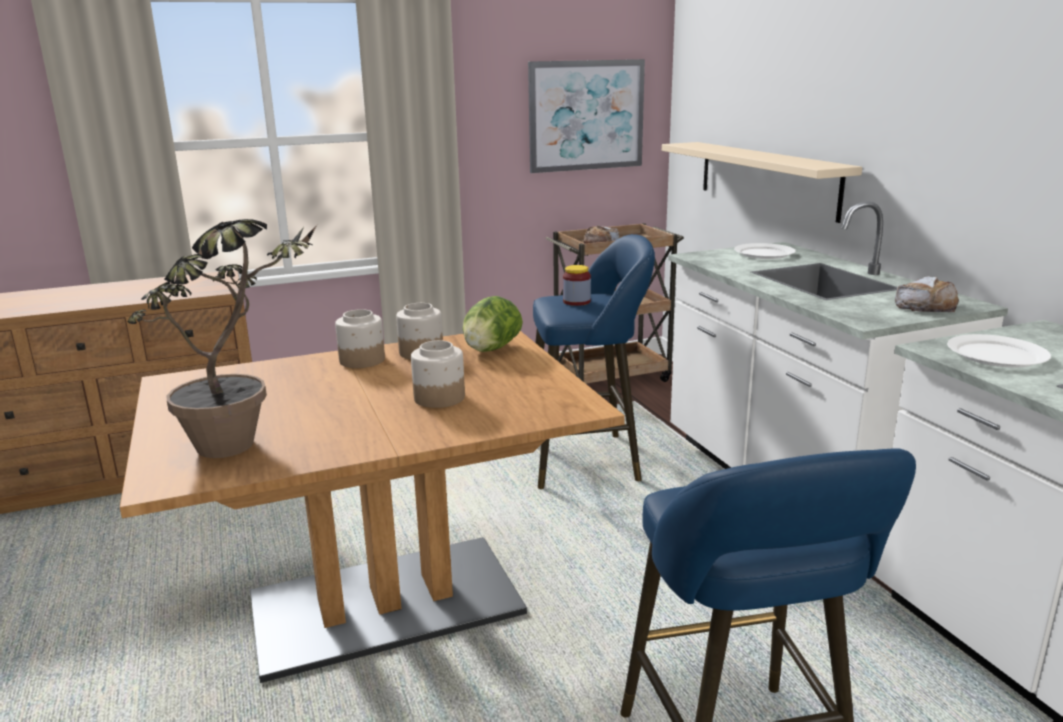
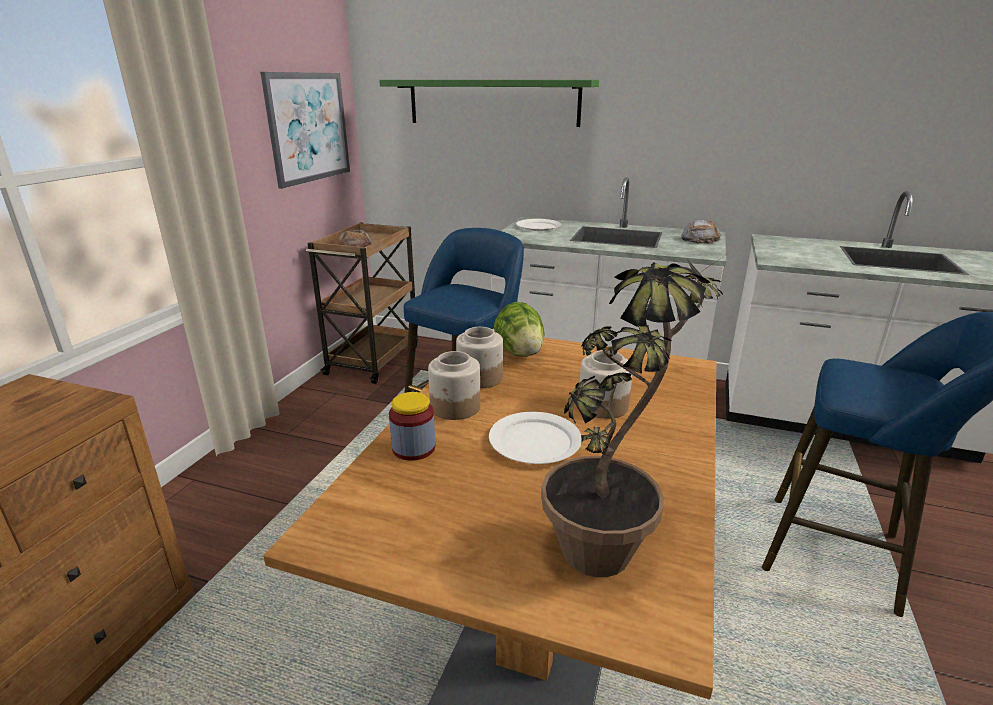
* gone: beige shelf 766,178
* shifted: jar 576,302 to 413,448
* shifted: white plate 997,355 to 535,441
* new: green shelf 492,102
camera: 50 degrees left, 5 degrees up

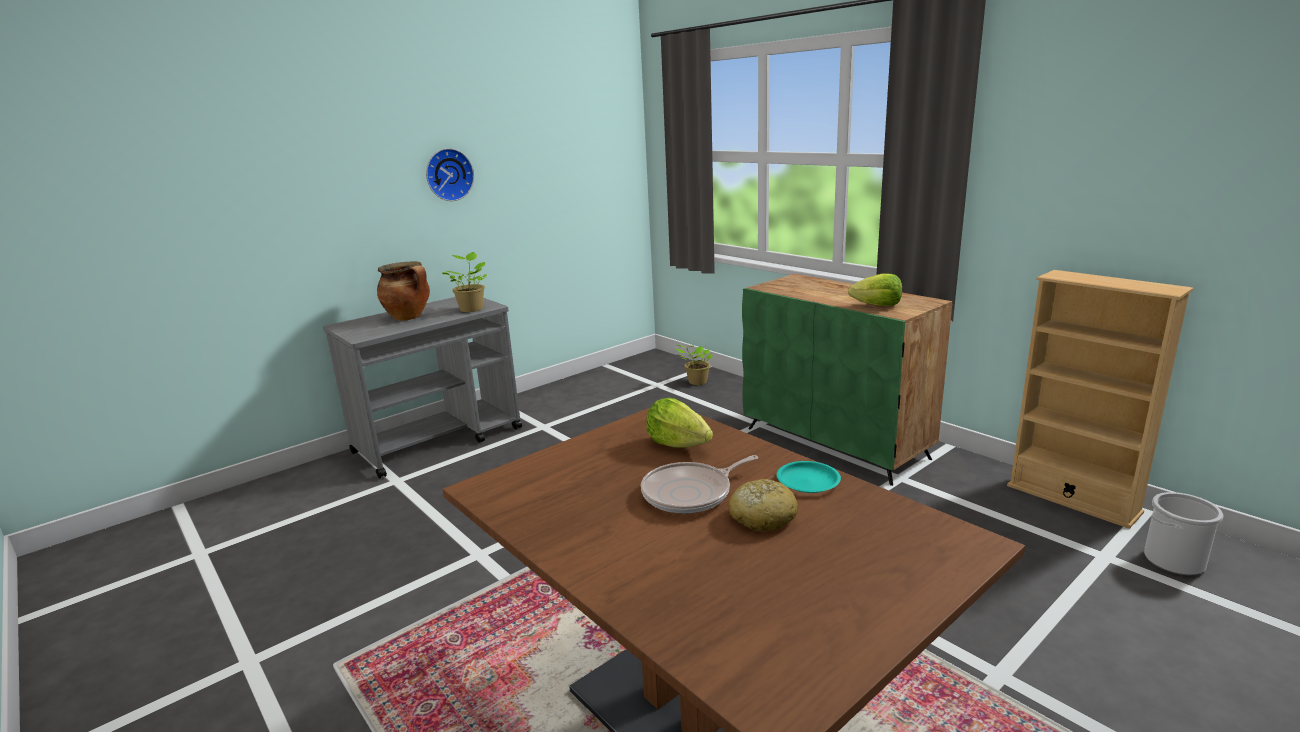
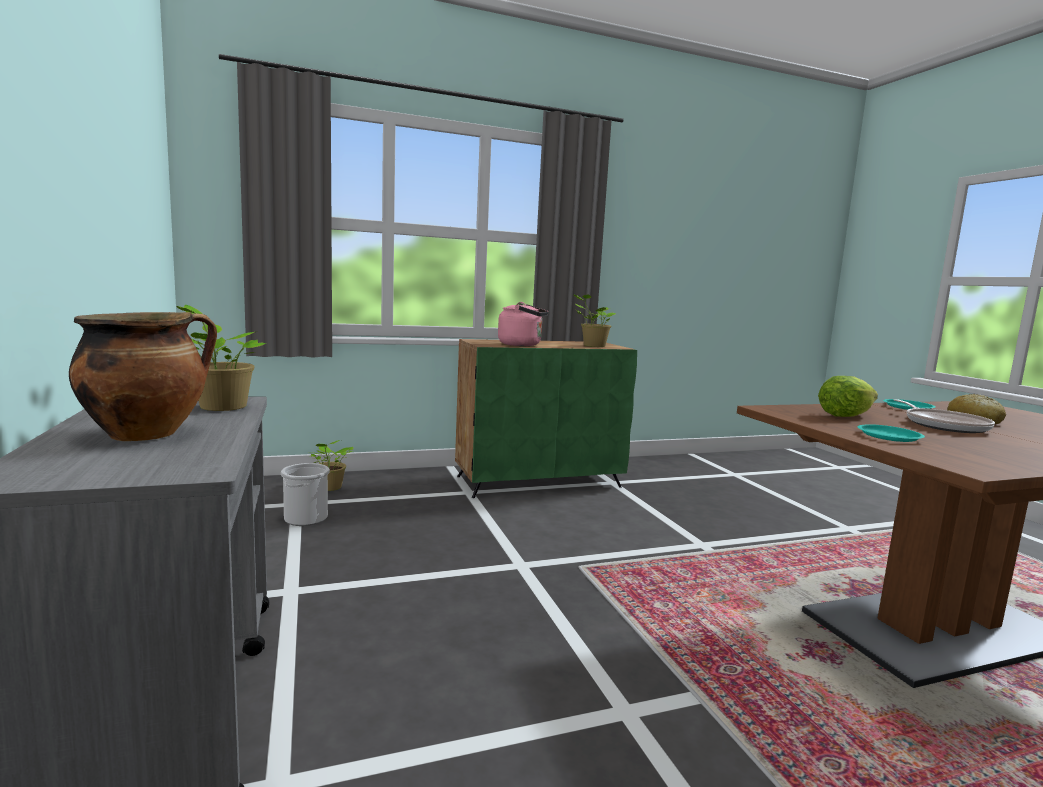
* gone: wall clock 448,174
* gone: beige bookcase 1072,499
* swapped: lettuce 877,305 to potted plant 592,346
* shifted: bucket 1173,561 to 306,518
* new: pink kettle 522,345
* new: turquoise plate 890,437
camera: 70 degrees left, 10 degrees down

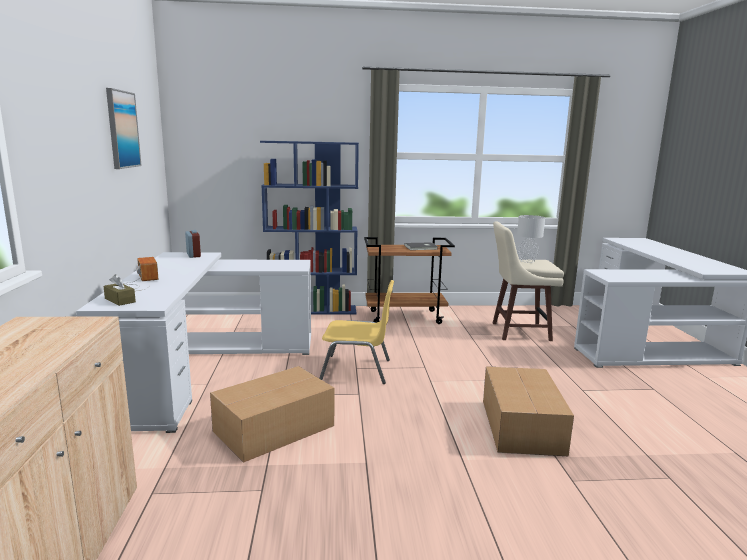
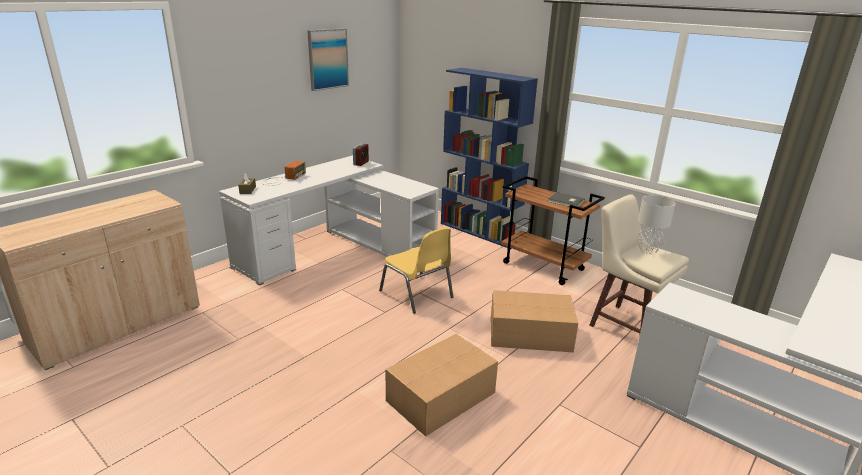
* shifted: cardboard box 276,428 to 531,334
camera: 45 degrees right, 10 degrees up

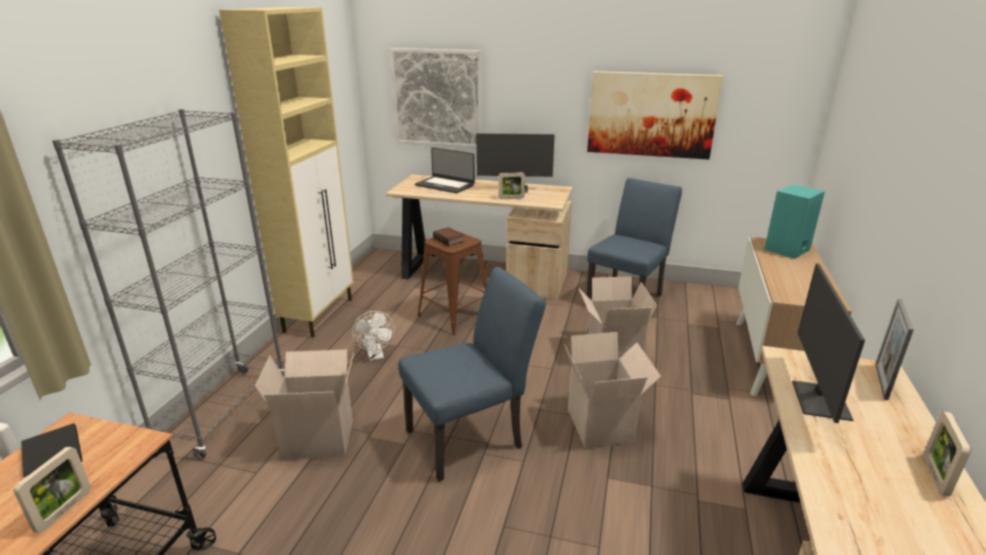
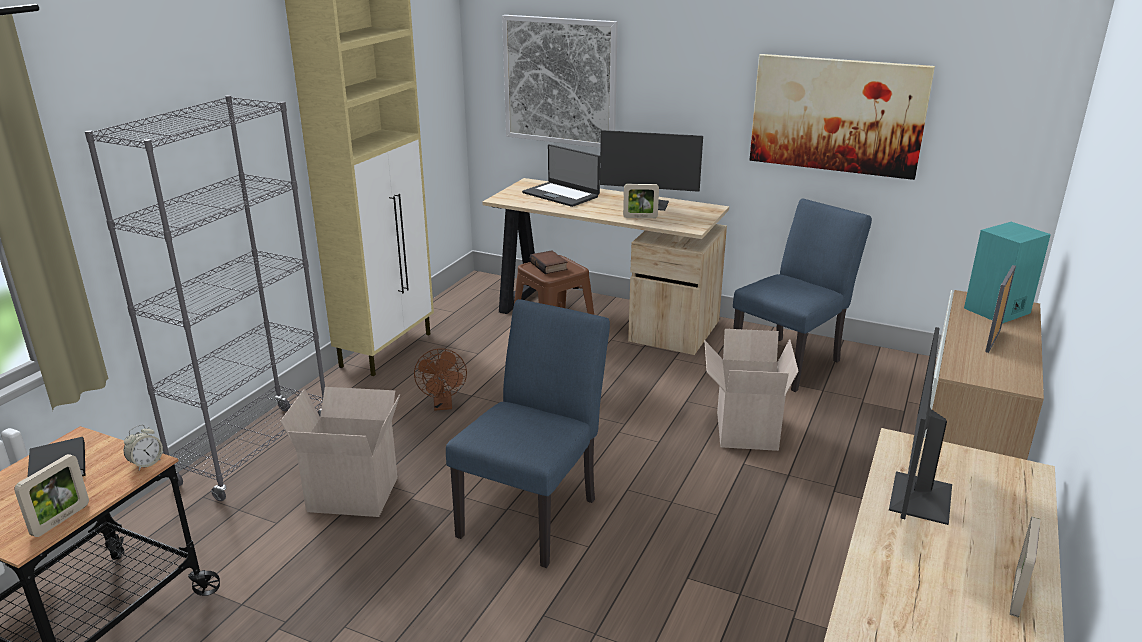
* rotated: blue chair 472,436 = 534,512 45 degrees counterclockwise
* shifted: picture frame 881,381 to 992,341
* repainted: white fan 376,356 to brown fan 443,405
* gone: cardboard box 602,425
* new: alarm clock 146,463
camera: 10 degrees right, 0 degrees up

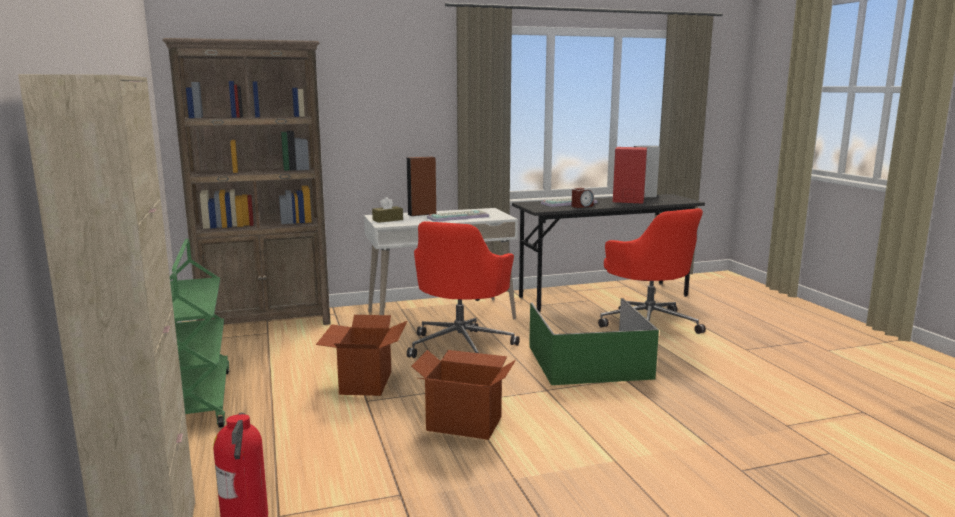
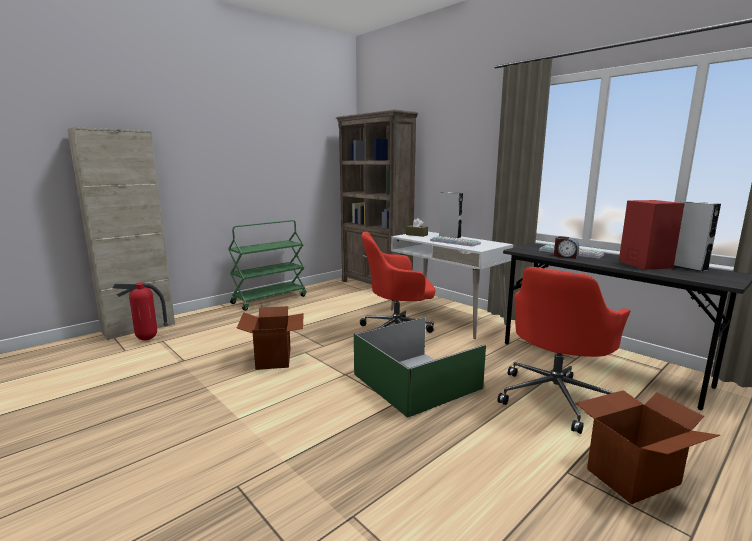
* repainted: brown speaker 422,214 to grey speaker 449,236
* shifted: cardboard box 365,383 to 631,476
camera: 65 degrees right, 0 degrees up

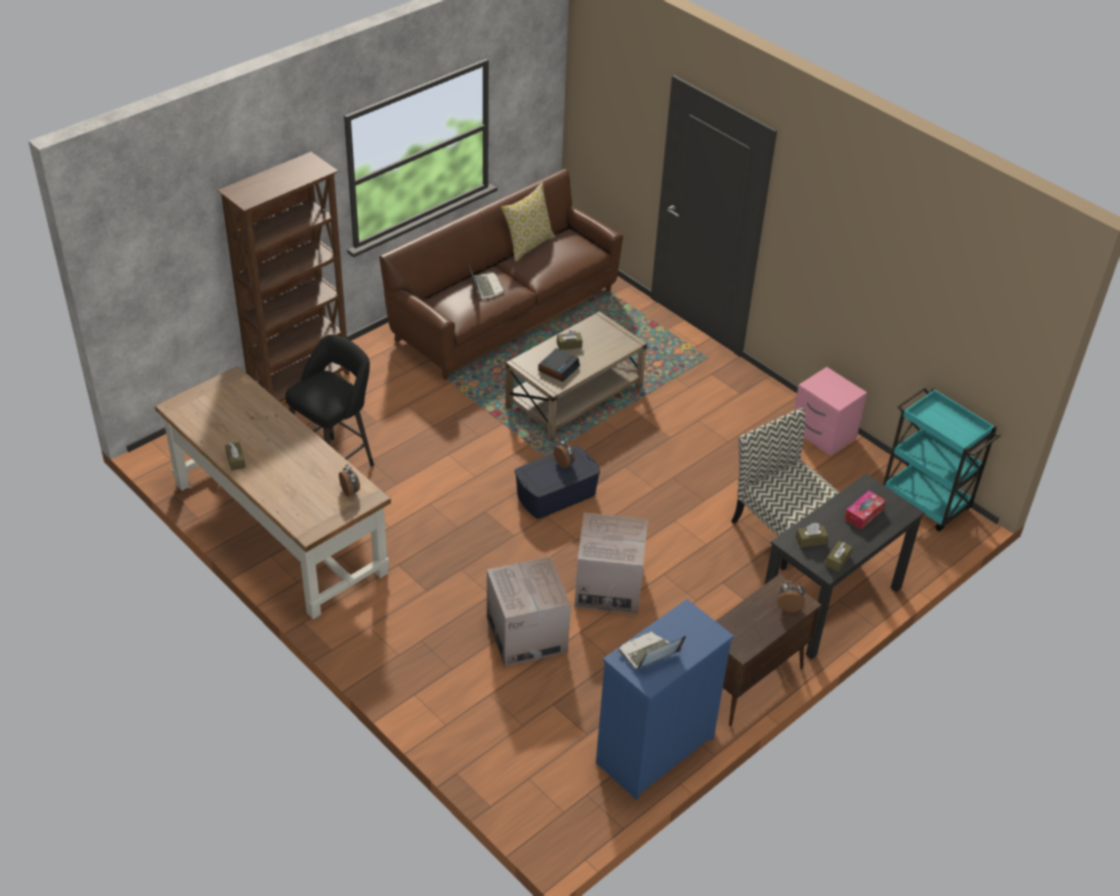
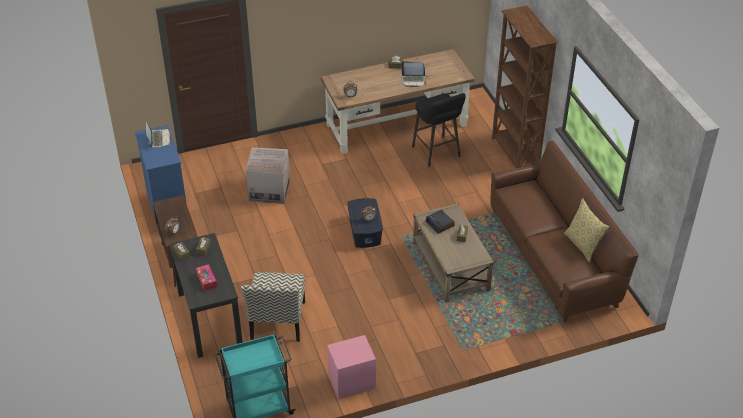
* shifted: laptop 485,287 to 413,80
* rotated: chair 782,530 = 278,321 105 degrees clockwise
* gone: cardboard box 608,587
camera: 115 degrees right, 0 degrees up

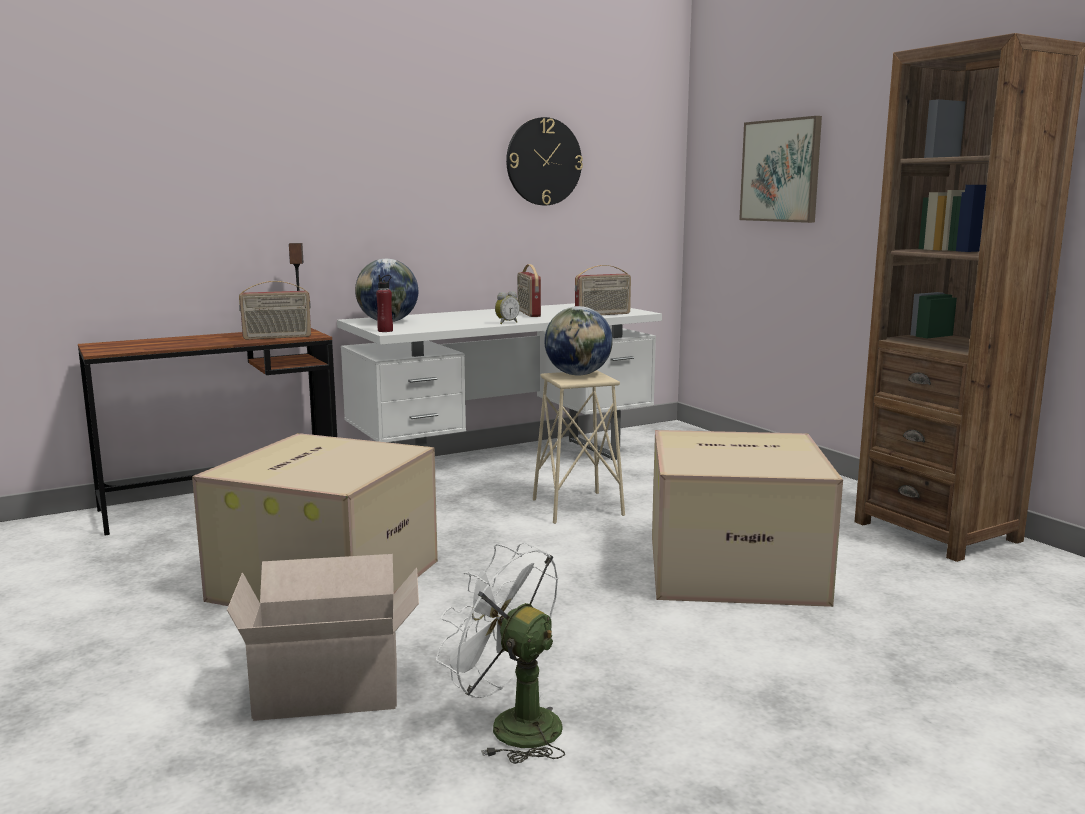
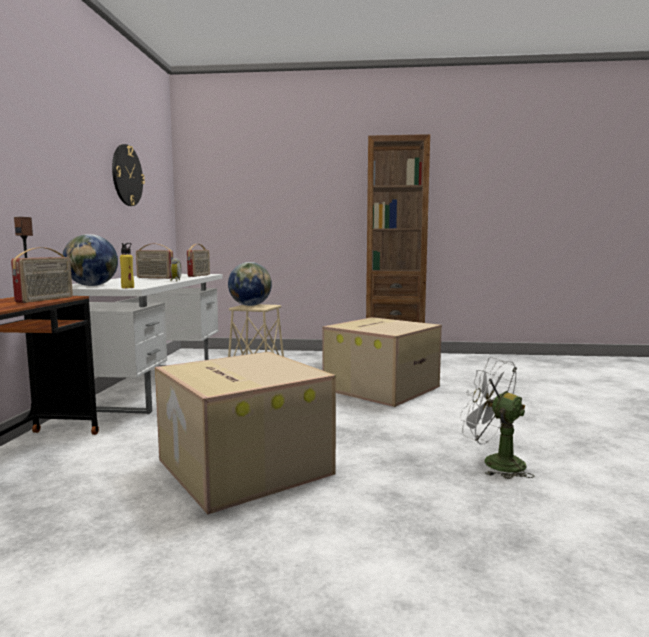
* gone: picture 781,171
* repainted: red bottle 385,331 to yellow bottle 128,287
* rotated: white fan 511,725 = 494,462 60 degrees clockwise
* gone: cardboard box 333,690
camera: 55 degrees left, 5 degrees down

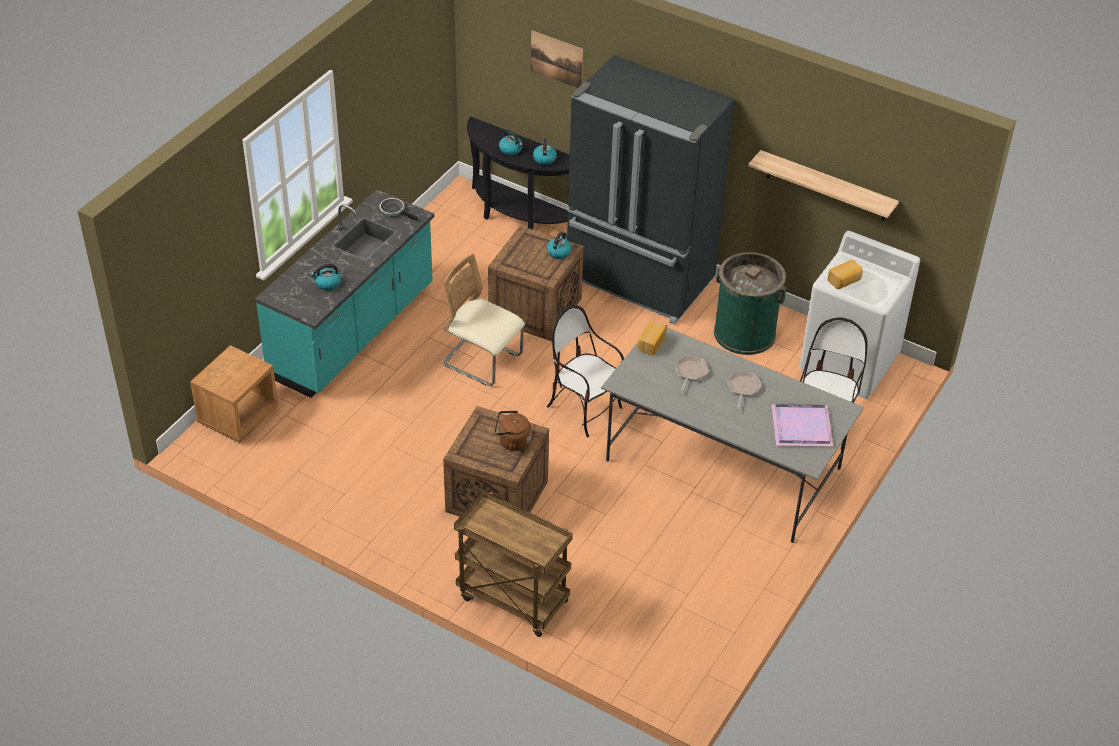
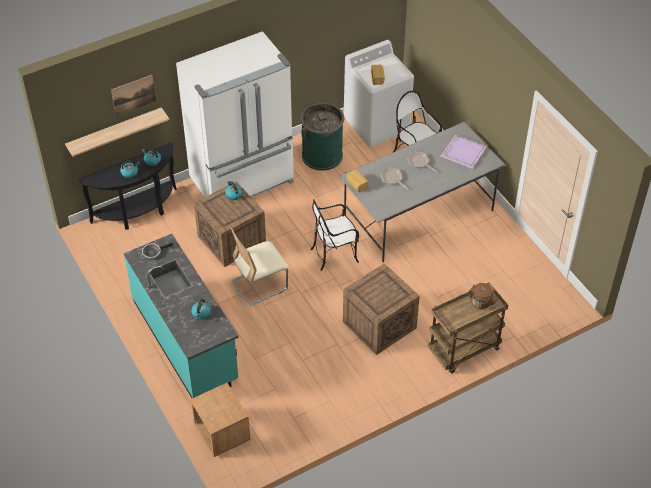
* repainted: black fridge 639,281 to white fridge 243,181
* shifted: shelf 826,186 to 115,132
* shifted: brown kettle 512,442 to 480,303
camera: 60 degrees left, 5 degrees up

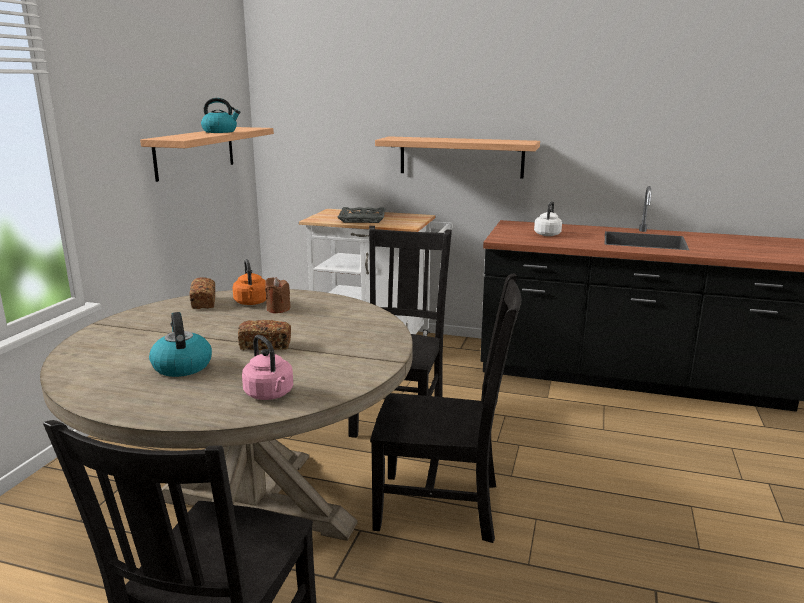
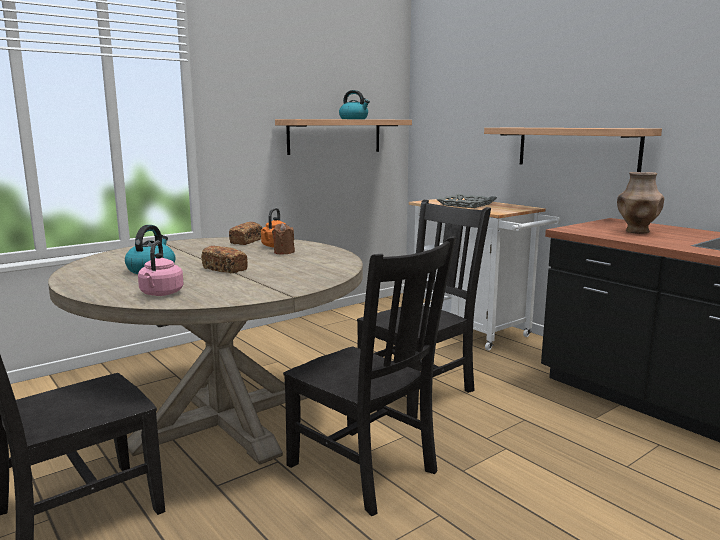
* swapped: white kettle 547,234 to brown vase 636,231
camera: 35 degrees right, 5 degrees down

